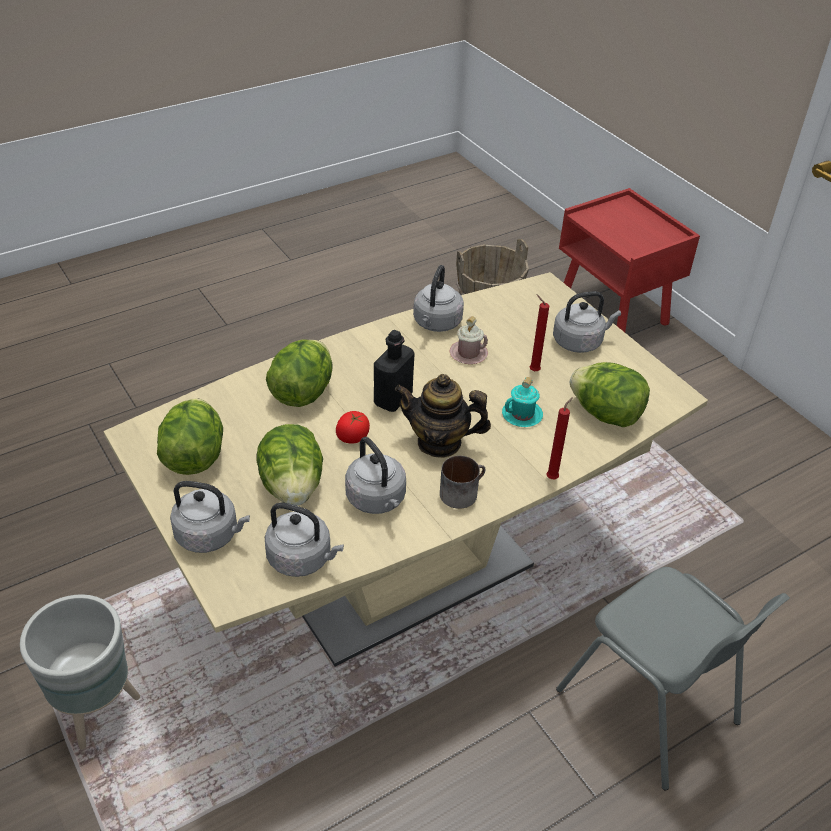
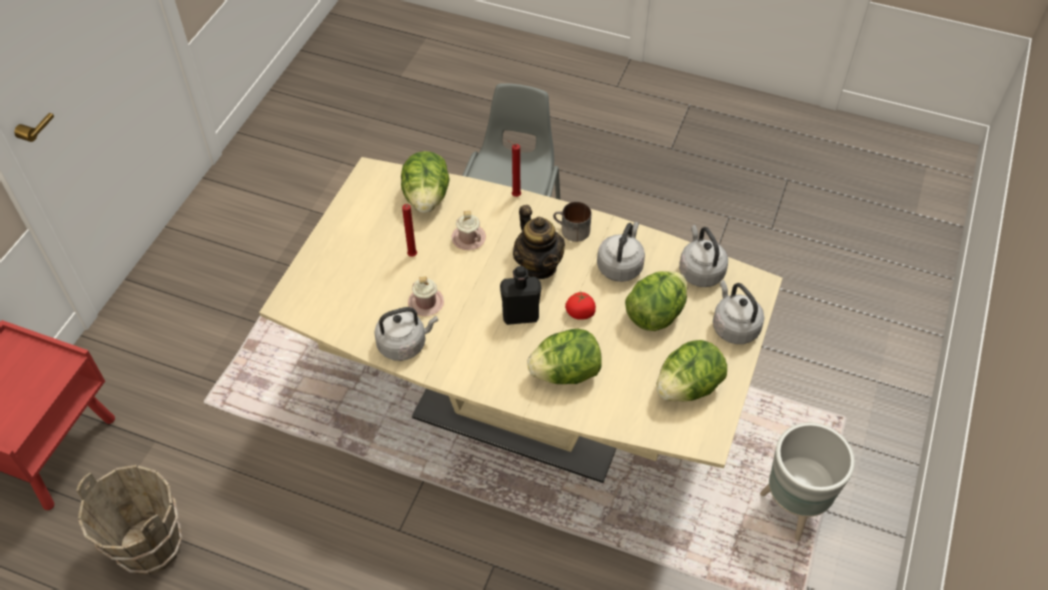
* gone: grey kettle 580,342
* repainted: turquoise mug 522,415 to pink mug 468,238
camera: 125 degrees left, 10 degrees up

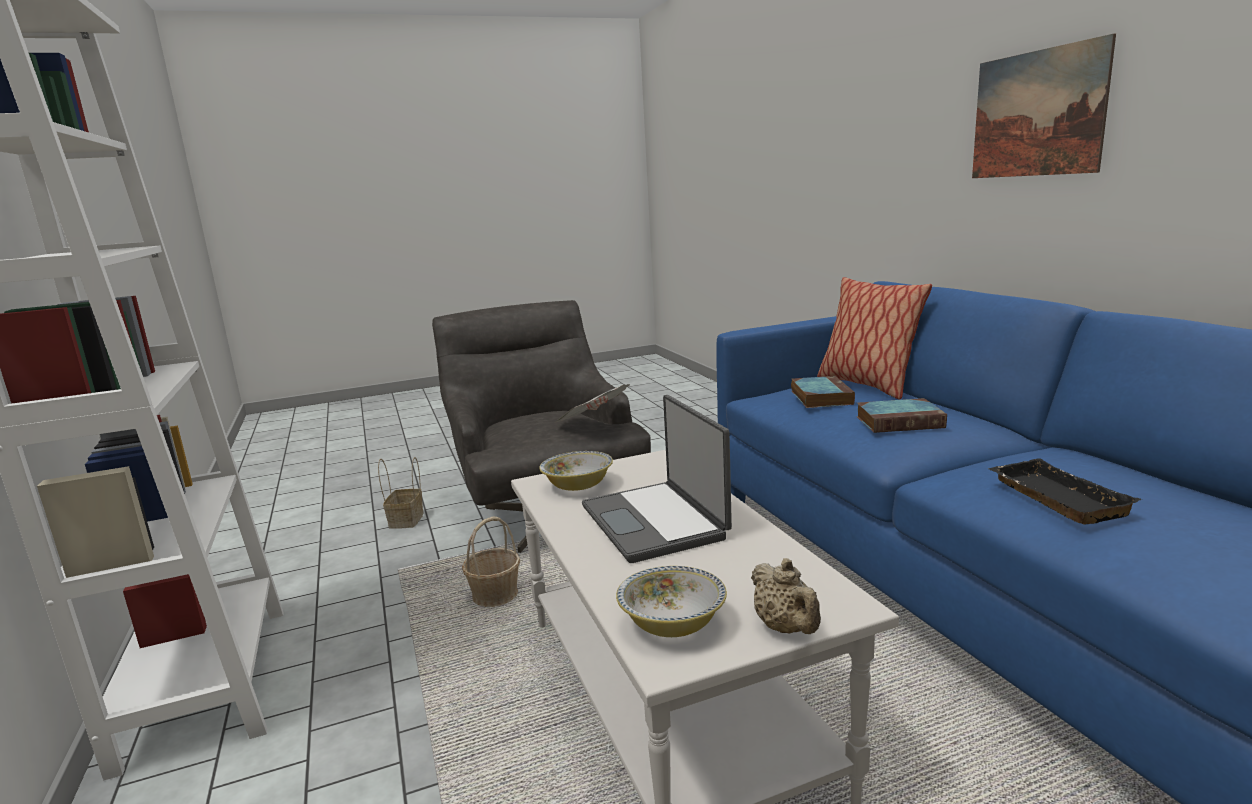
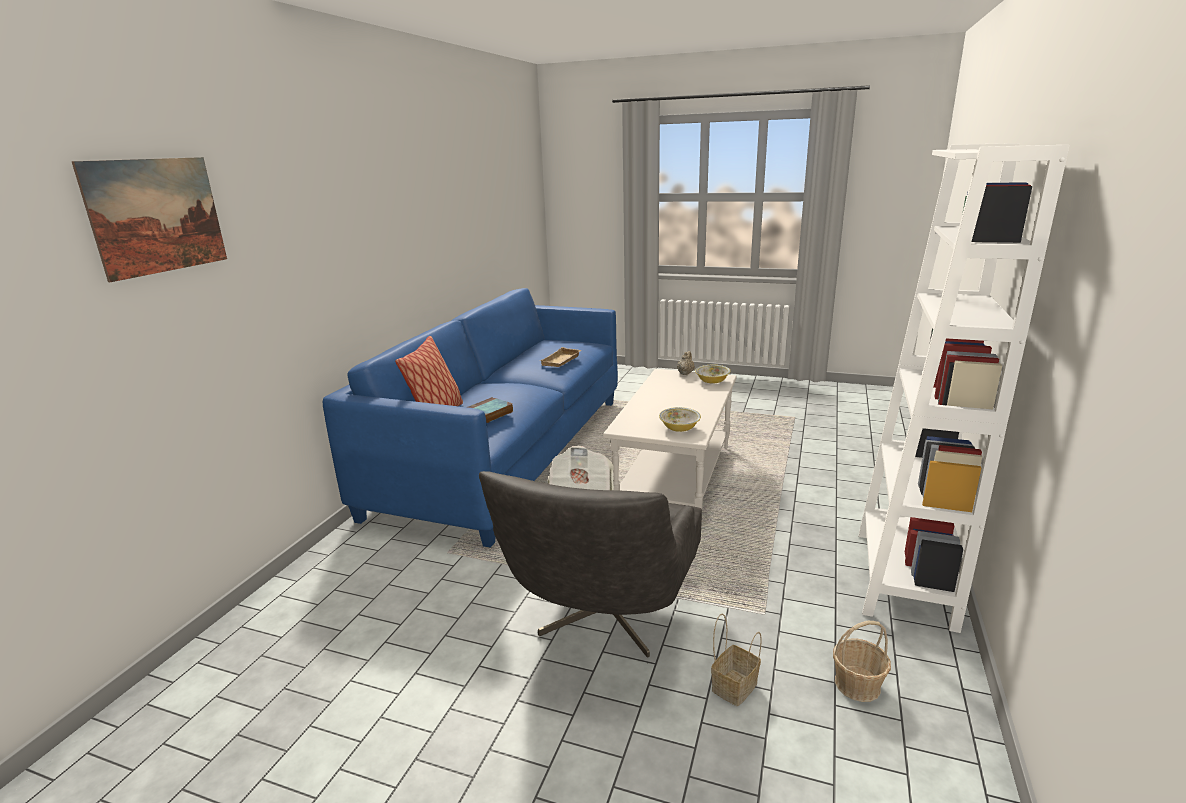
* shifted: picture 1037,114 to 157,216
* gone: laptop 656,522
* gone: book 901,422
* repainted: black tray 1053,498 to beige tray 562,361
* shifted: basket 494,595 to 857,685
camera: 140 degrees left, 5 degrees up

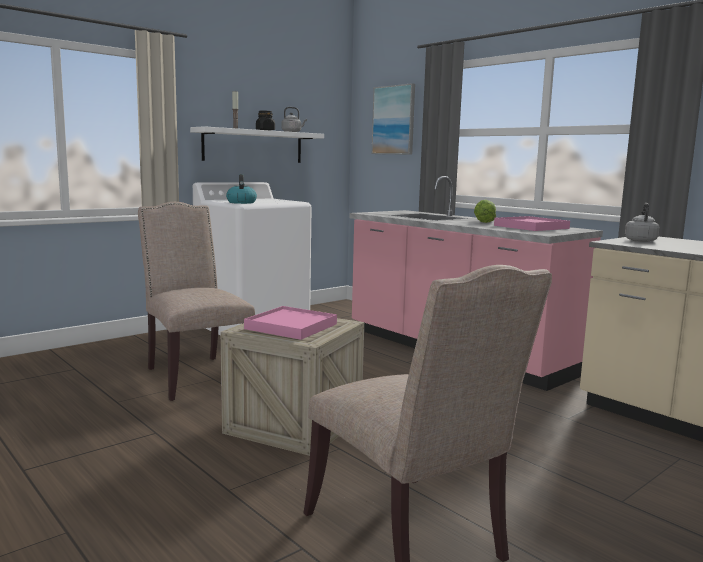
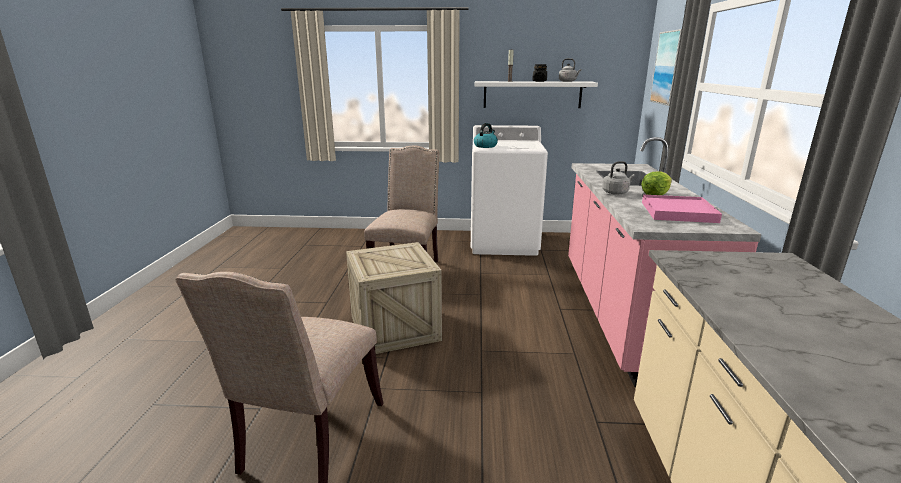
* shifted: grey kettle 640,240 to 616,192
* gone: pink tray 291,326
camera: 45 degrees right, 10 degrees up

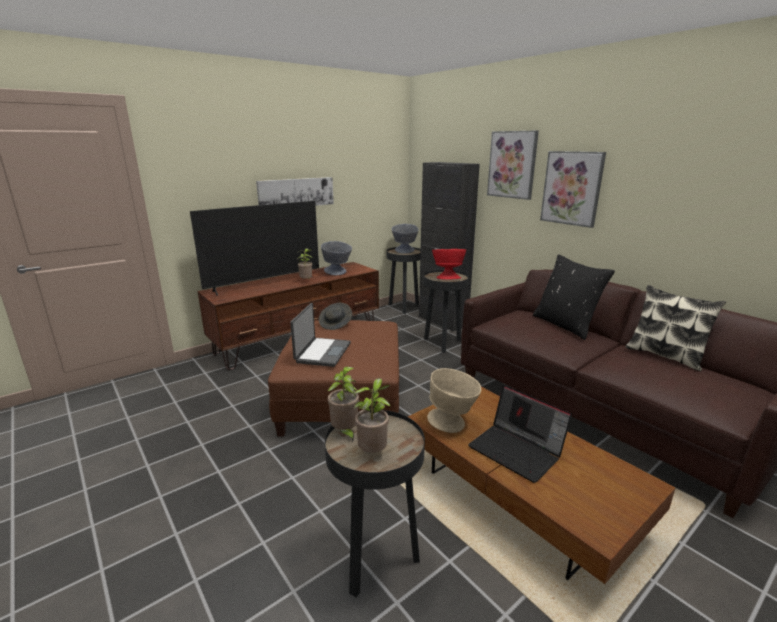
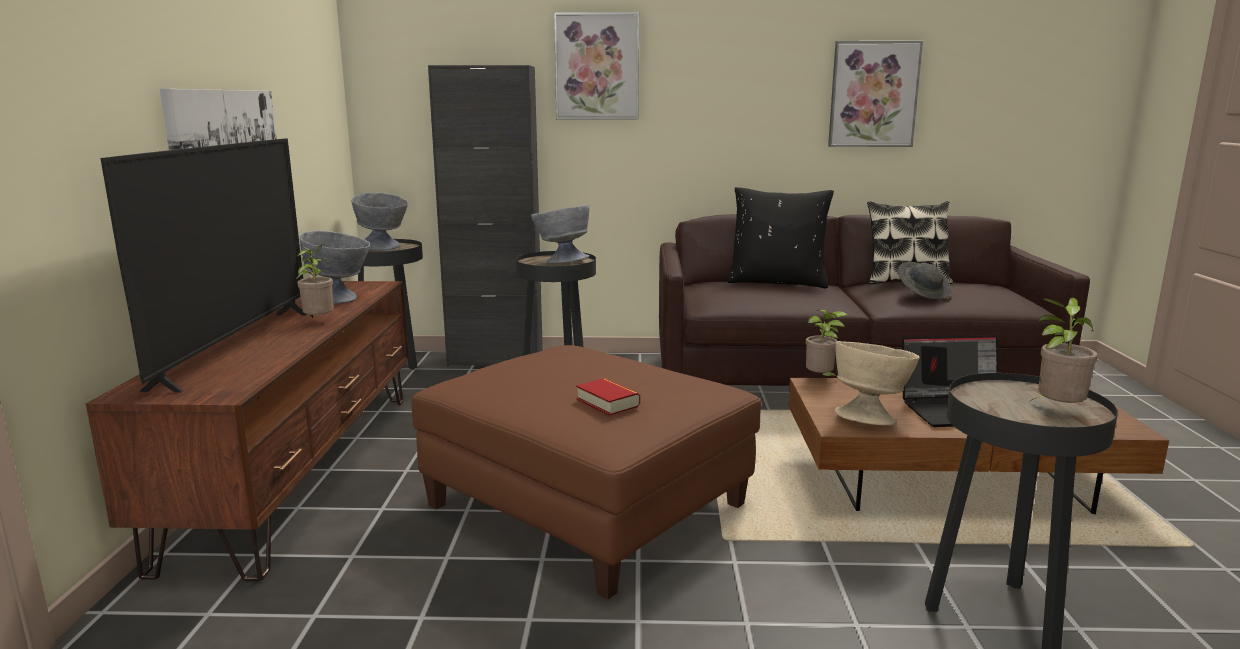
* shifted: picture 572,188 to 873,94
* repainted: red bowl 447,278 to grey bowl 561,262
* swapped: laptop 322,352 to book 607,402
* shifted: grey hat 336,324 to 923,294
* shifted: potted plant 345,433 to 821,379
camera: 50 degrees left, 5 degrees down

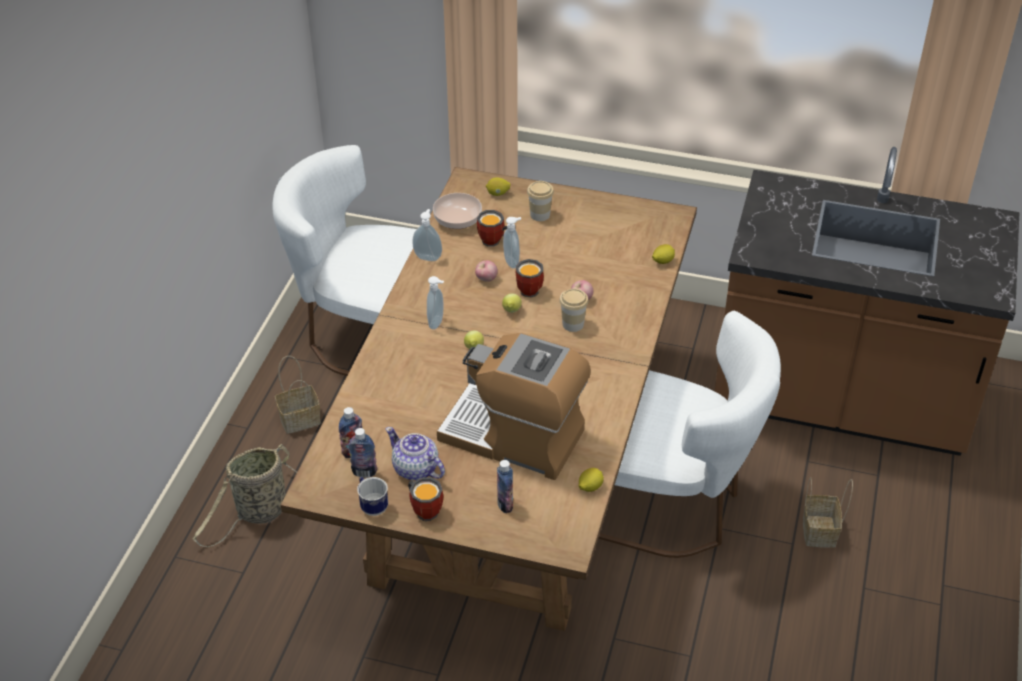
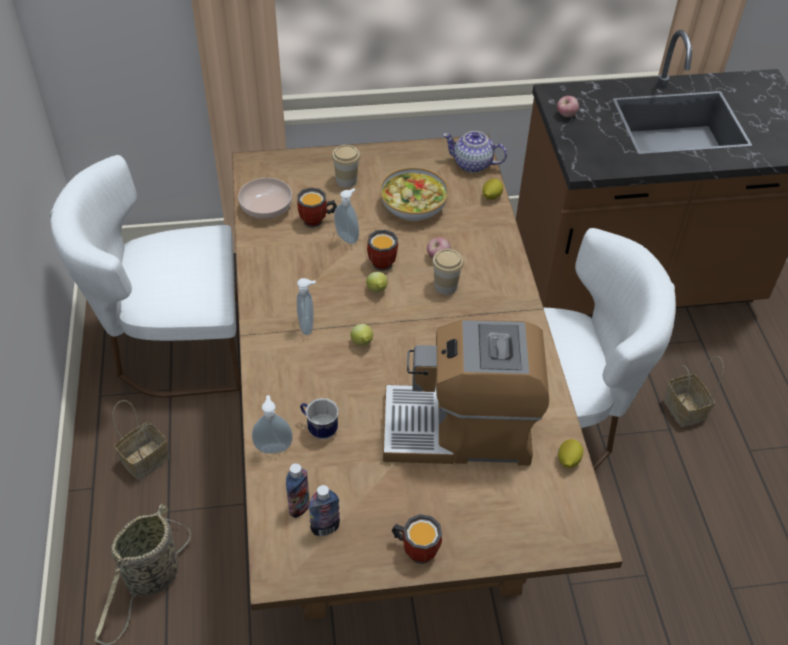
* gone: lemon 498,194
* shifted: soap dispenser 428,257 to 273,447
* shifted: apple 486,279 to 566,115
* shifted: teapot 416,469 to 473,164
* gone: bottle 505,504
* shifted: mug 372,505 to 319,428
* new: bowl 414,205
camera: 25 degrees left, 5 degrees up

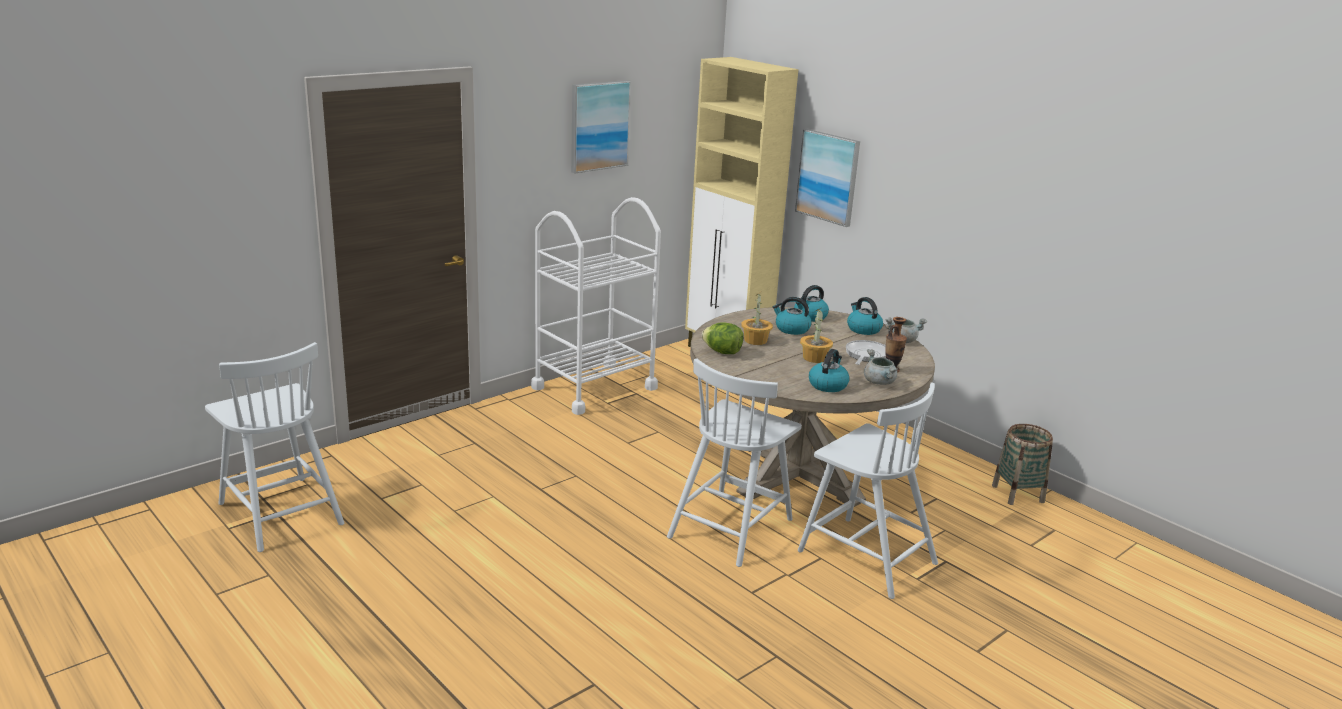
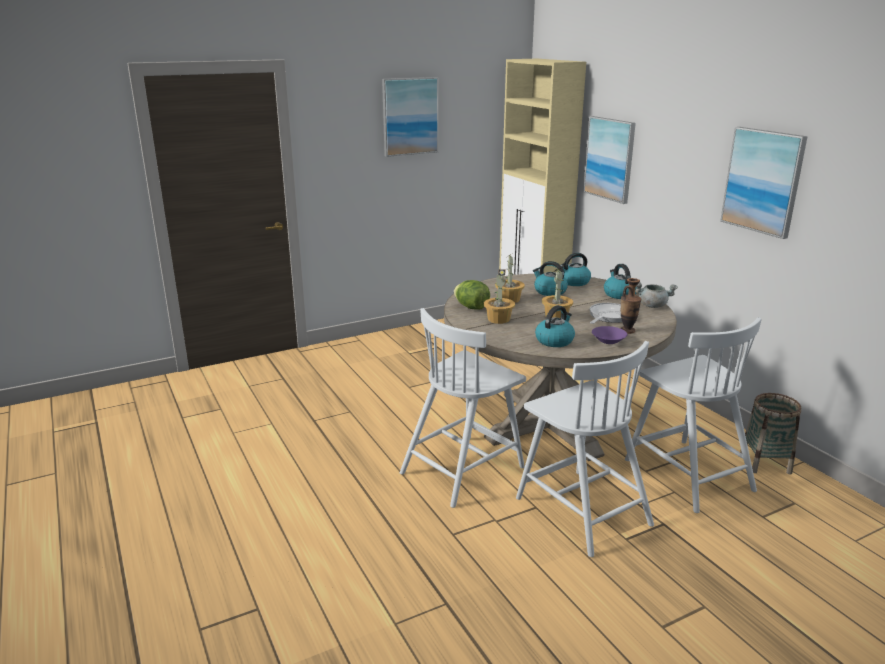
* gone: white cart 594,388
* shifted: white chair 280,512 to 686,473
* swapped: grey cooking pot 880,382 to purple bowl 609,341
* new: picture 763,181
* new: potted plant 498,319
camera: 15 degrees right, 0 degrees up

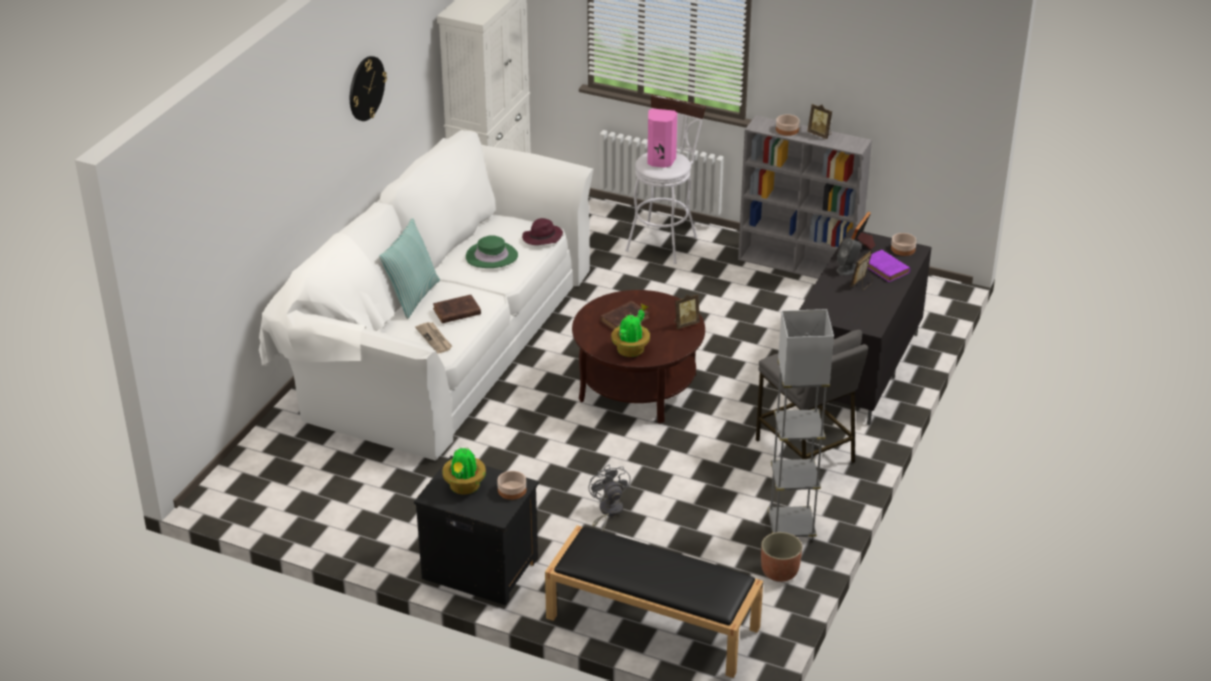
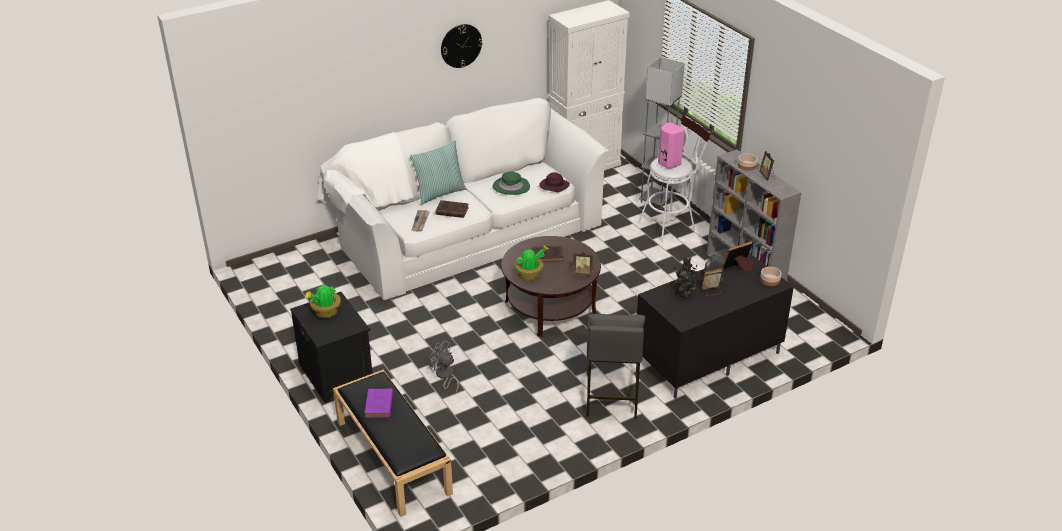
* shifted: purple book 886,269 to 379,406
* shifted: grey floor lamp 791,527 to 655,200
* rotated: grey fan 608,512 = 444,376 75 degrees counterclockwise
* gone: bowl 511,490
* gone: planter 779,571
* new: potted plant 683,294
camera: 35 degrees right, 0 degrees up

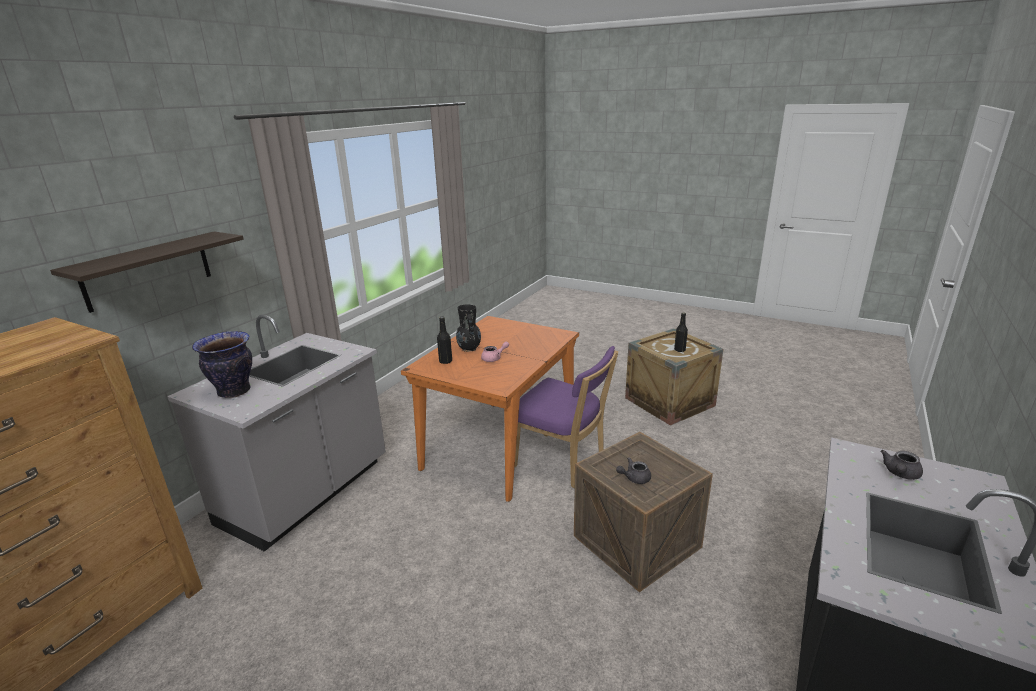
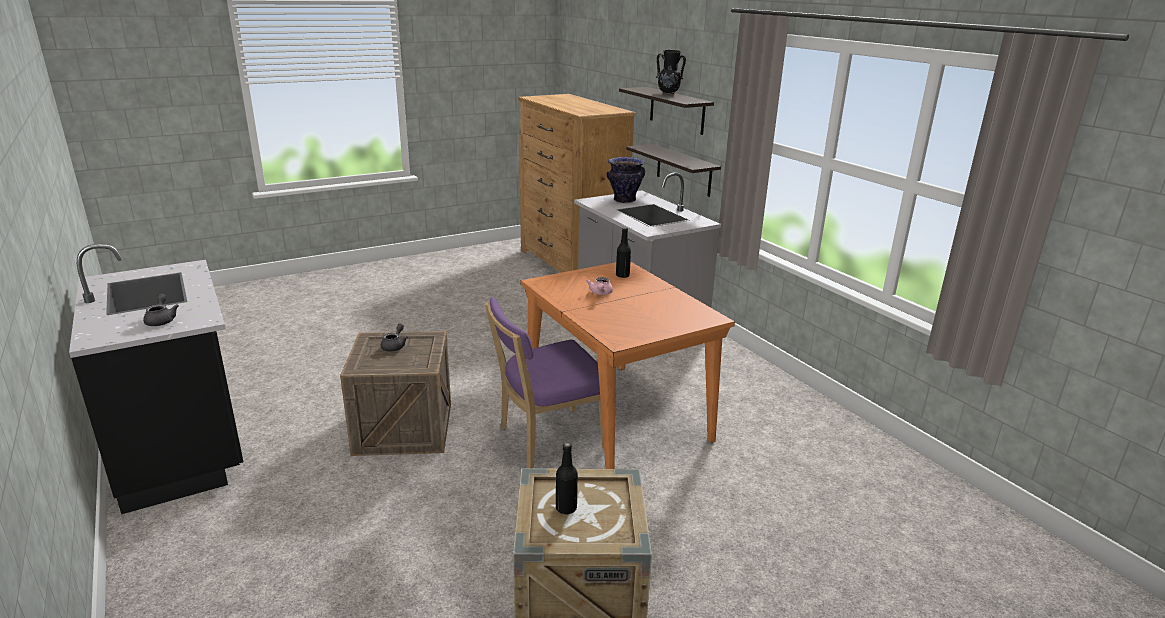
* shifted: black vase 469,349 to 668,93
* new: shelf 683,170
camera: 120 degrees right, 0 degrees up

